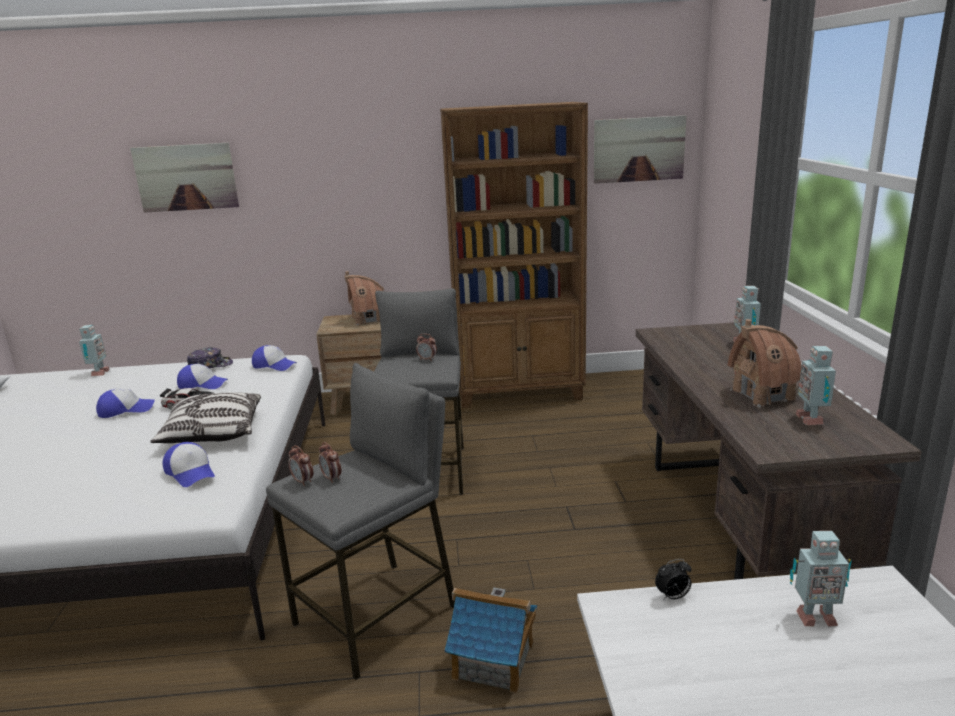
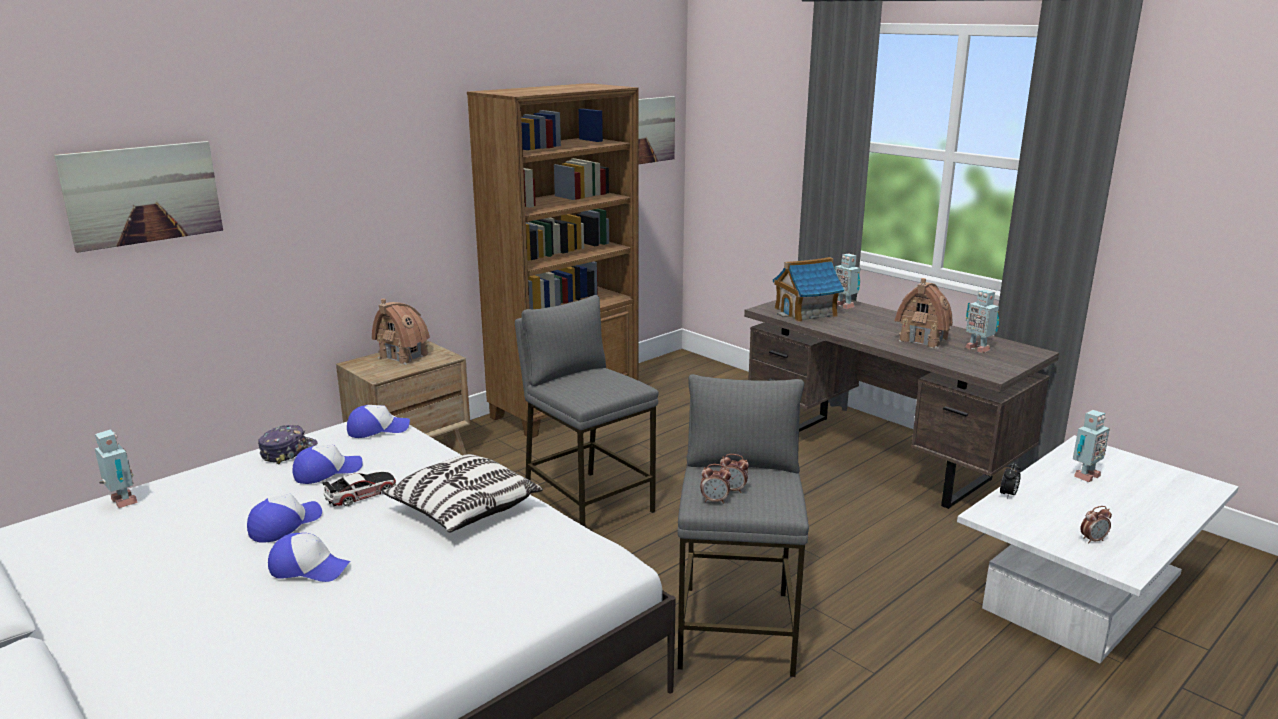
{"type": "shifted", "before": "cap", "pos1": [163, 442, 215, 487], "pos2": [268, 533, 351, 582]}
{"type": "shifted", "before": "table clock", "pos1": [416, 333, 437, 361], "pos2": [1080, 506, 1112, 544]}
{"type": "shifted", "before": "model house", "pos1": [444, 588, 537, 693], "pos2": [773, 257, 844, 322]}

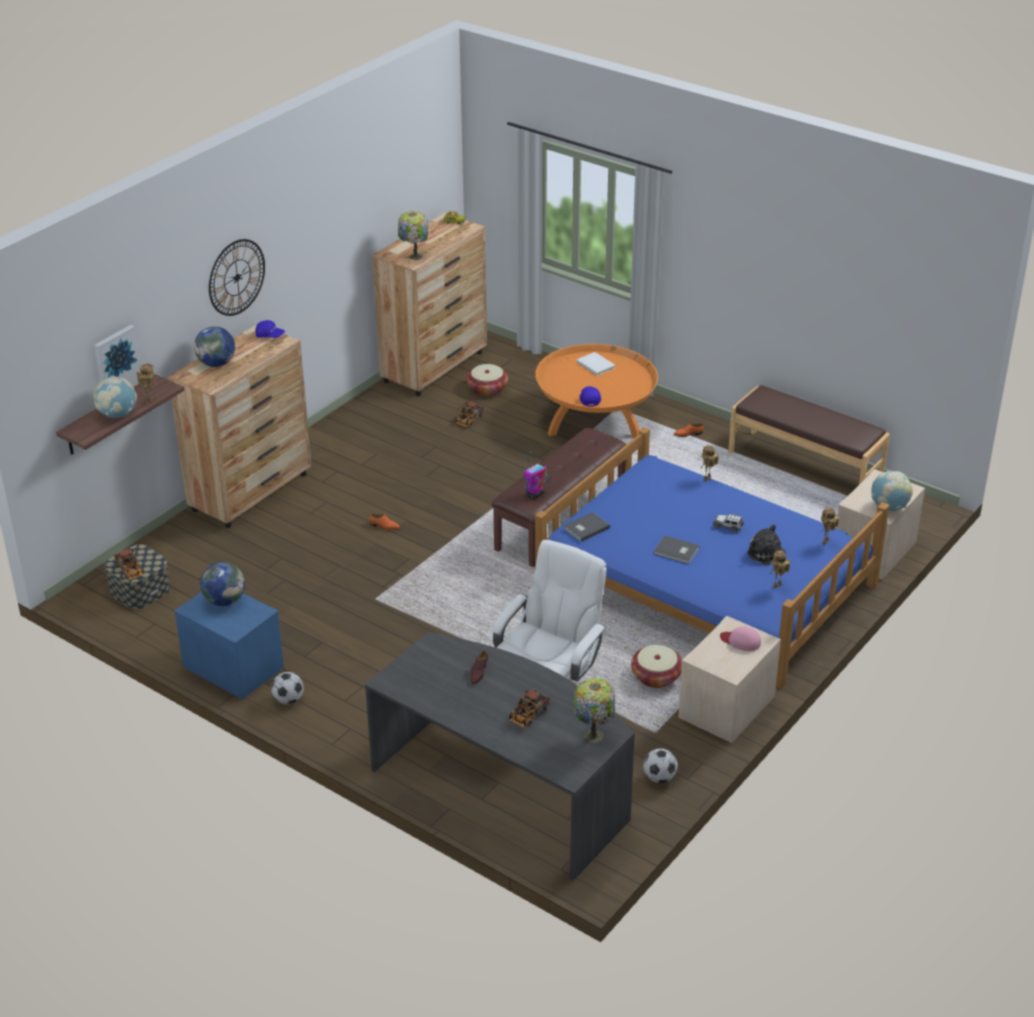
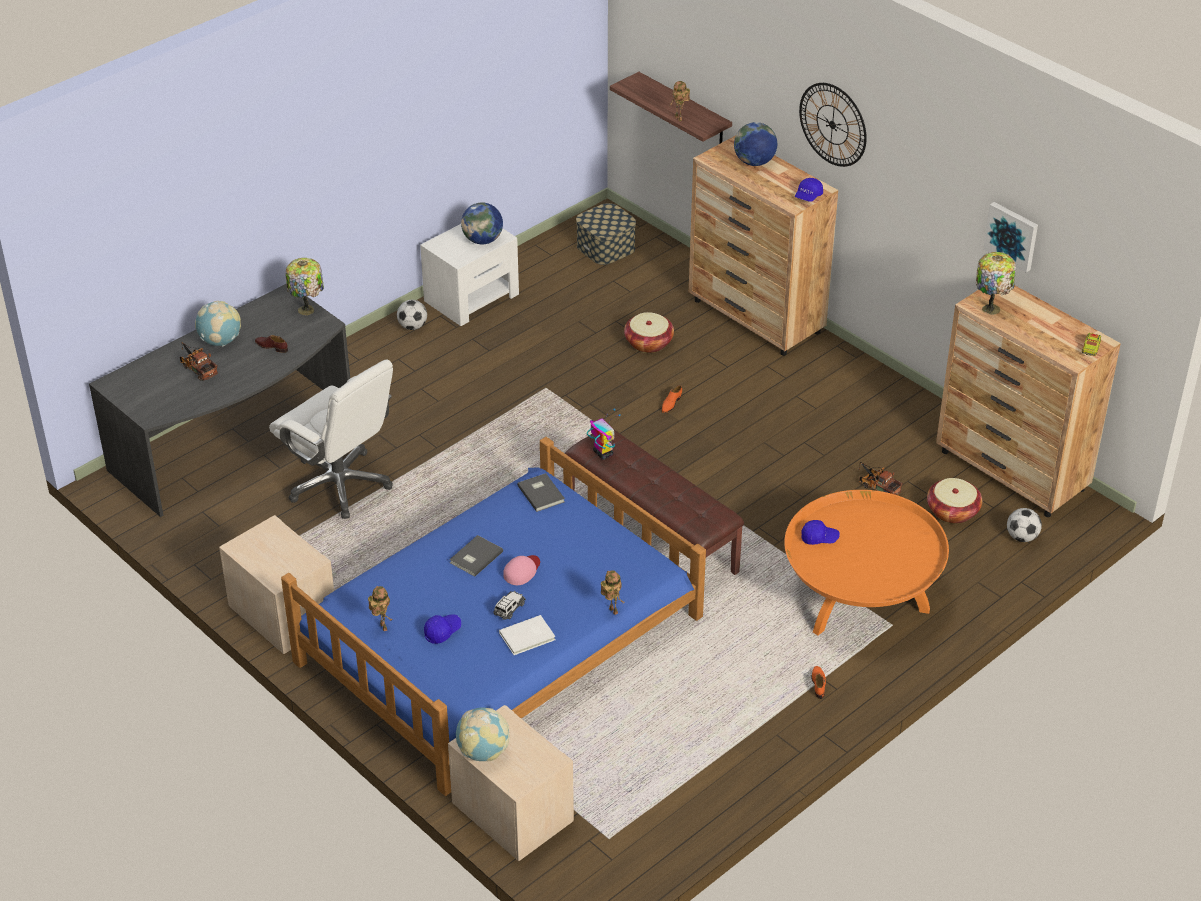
{"type": "gone", "before": "toy truck", "pos1": [114, 549, 144, 580]}
{"type": "gone", "before": "brown-coloured long seat", "pos1": [728, 385, 890, 484]}
{"type": "gone", "before": "robot figure", "pos1": [821, 507, 839, 545]}
{"type": "shifted", "before": "globe", "pos1": [93, 376, 137, 418], "pos2": [195, 301, 241, 346]}
{"type": "shifted", "before": "wall picture", "pos1": [94, 325, 141, 381], "pos2": [983, 202, 1038, 273]}
{"type": "shifted", "before": "lamp for a table", "pos1": [574, 678, 615, 743], "pos2": [285, 258, 324, 315]}
{"type": "shifted", "before": "whitish book", "pos1": [576, 352, 615, 376], "pos2": [499, 615, 556, 655]}
{"type": "shifted", "before": "basket", "pos1": [631, 645, 682, 688], "pos2": [624, 312, 674, 353]}
{"type": "shifted", "before": "ball for football", "pos1": [643, 748, 678, 783], "pos2": [1007, 508, 1042, 542]}
{"type": "shifted", "before": "pink-coloured cap", "pos1": [720, 626, 761, 651], "pos2": [503, 555, 540, 585]}
{"type": "swapped", "before": "cuddly toy", "after": "bluish cap", "pos1": [747, 524, 786, 565], "pos2": [424, 614, 461, 644]}
{"type": "repainted", "before": "bluish nightstand", "after": "whitish nightstand", "pos1": [175, 592, 284, 700], "pos2": [420, 224, 519, 326]}

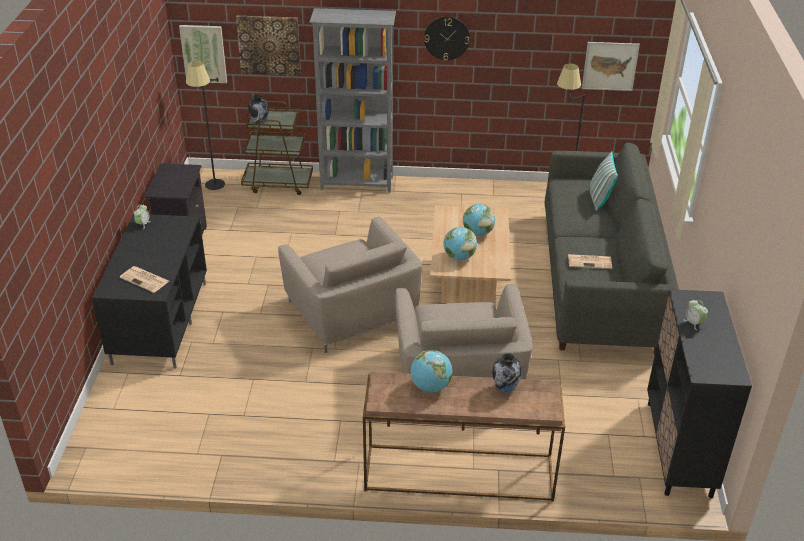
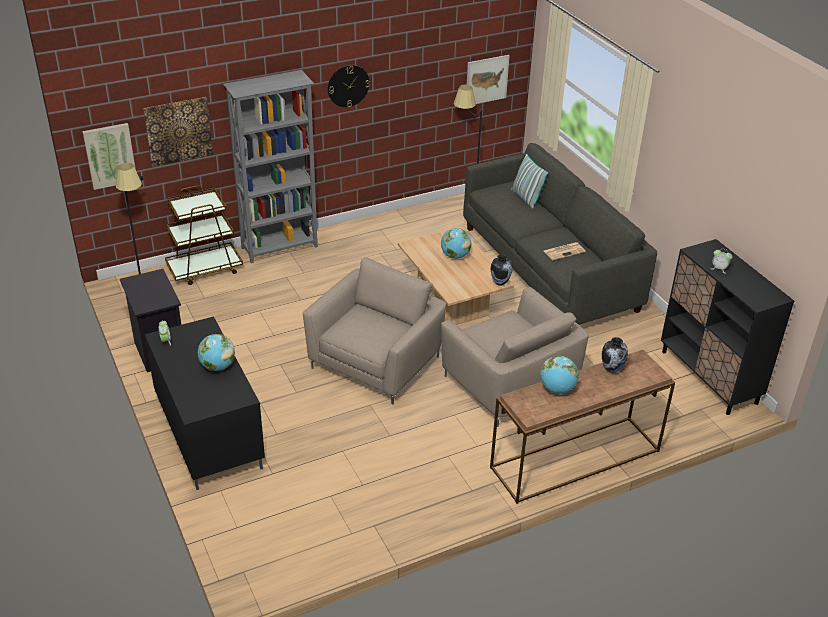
{"type": "gone", "before": "daily paper", "pos1": [120, 266, 169, 293]}
{"type": "shifted", "before": "decorative vase", "pos1": [248, 95, 269, 124], "pos2": [491, 254, 512, 286]}
{"type": "shifted", "before": "globe", "pos1": [443, 227, 477, 261], "pos2": [198, 334, 235, 371]}
{"type": "rotated", "before": "sand-coloured armchair", "pos1": [278, 216, 422, 353], "pos2": [303, 257, 446, 405], "turn": -90}

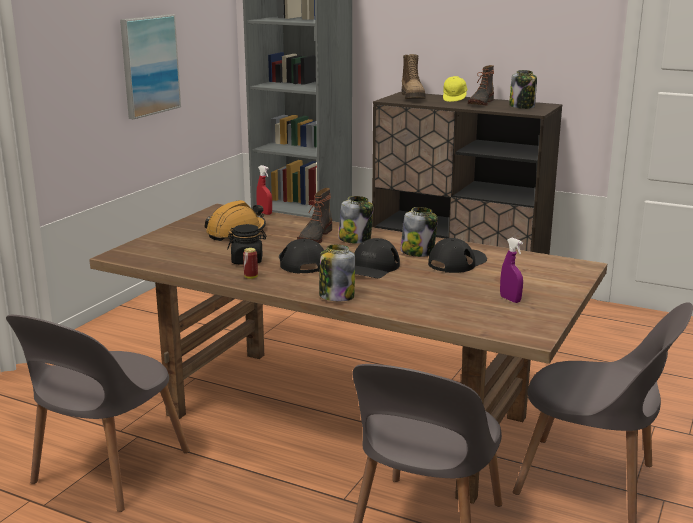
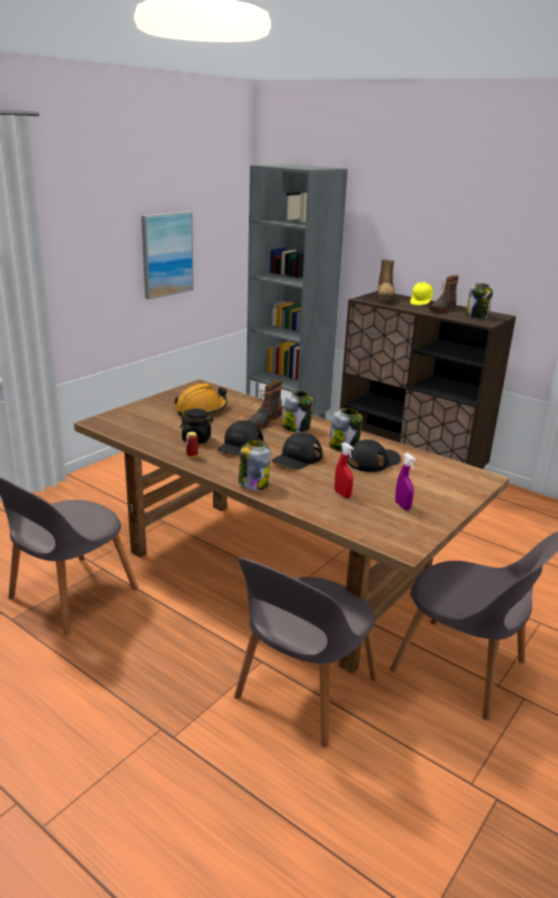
{"type": "shifted", "before": "red-coloured hand sprayer", "pos1": [256, 165, 272, 215], "pos2": [335, 443, 354, 498]}
{"type": "rotated", "before": "black-coloured cap", "pos1": [279, 239, 324, 274], "pos2": [217, 420, 264, 456], "turn": -150}

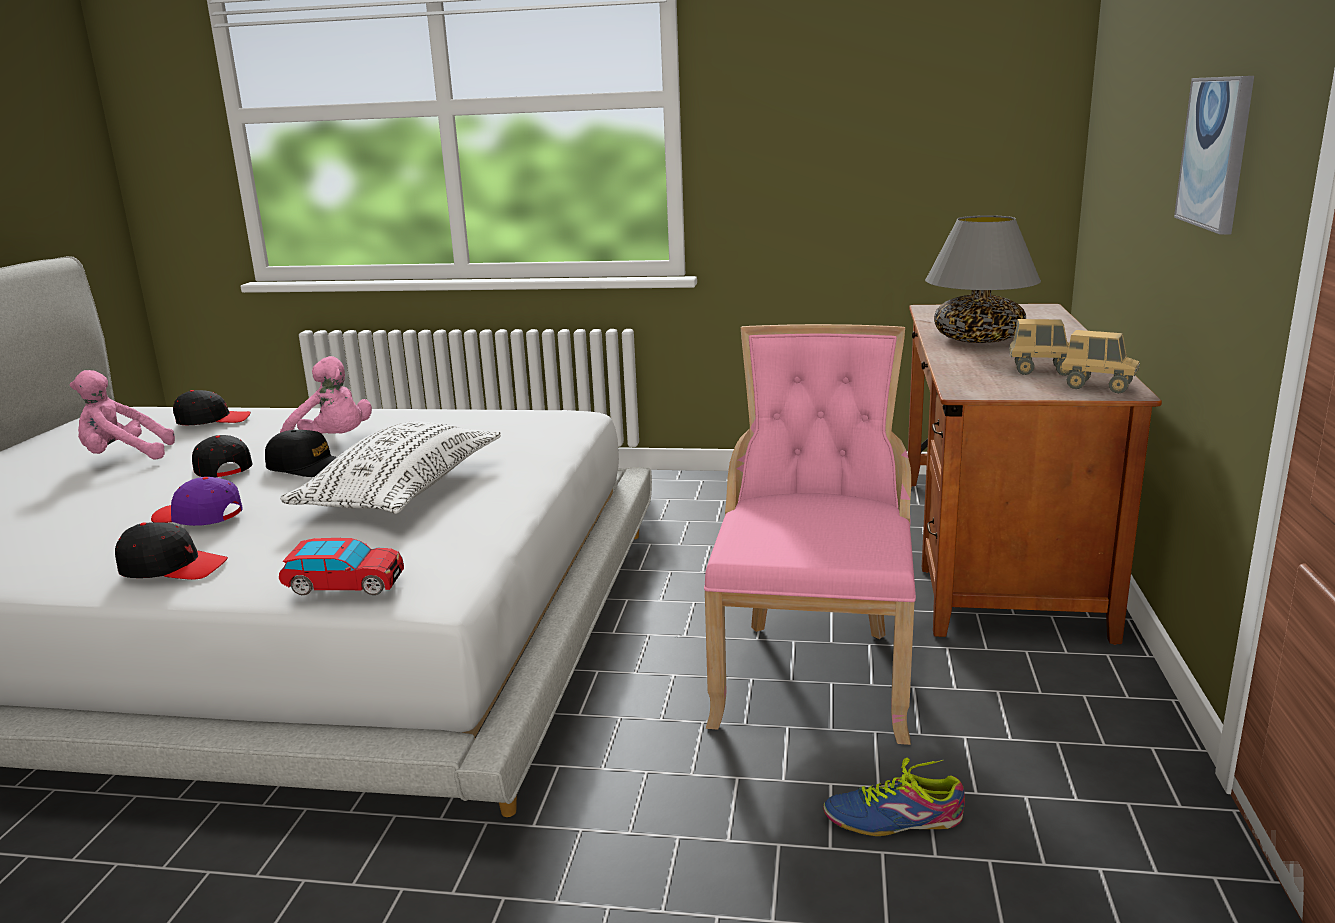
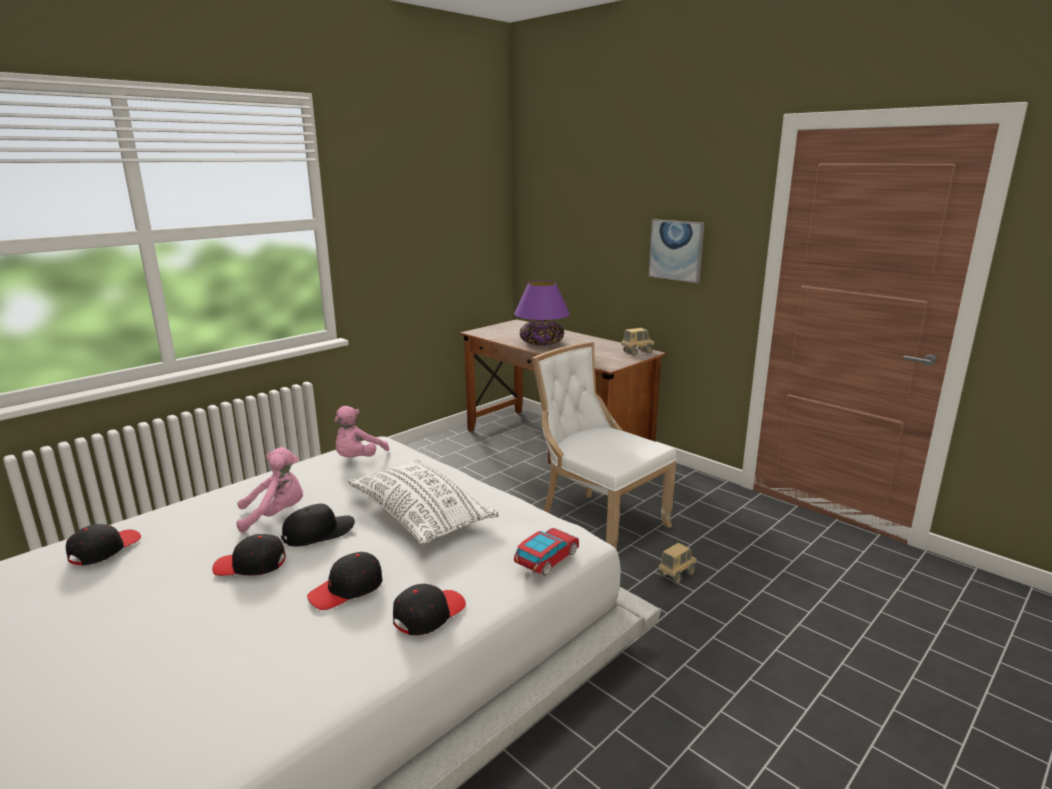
{"type": "gone", "before": "item of footwear", "pos1": [823, 758, 965, 836]}
{"type": "shifted", "before": "pink-coloured cuddly toy", "pos1": [70, 370, 175, 460], "pos2": [334, 406, 389, 458]}
{"type": "shifted", "before": "toy truck", "pos1": [1009, 319, 1072, 376], "pos2": [658, 542, 697, 584]}
{"type": "repainted", "before": "purplish cap", "after": "black-coloured cap", "pos1": [151, 477, 243, 526], "pos2": [307, 552, 382, 610]}
{"type": "repainted", "before": "pink-coloured plain chair", "after": "whitish plain chair", "pos1": [704, 324, 916, 745], "pos2": [532, 342, 677, 548]}
{"type": "repainted", "before": "grey lamp for a table", "after": "purplish lamp for a table", "pos1": [925, 215, 1041, 343], "pos2": [514, 281, 570, 345]}

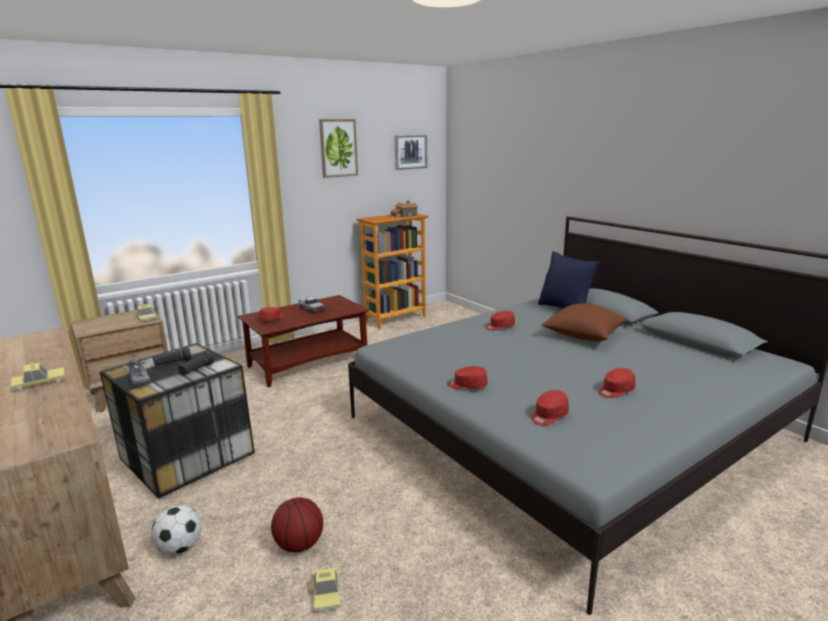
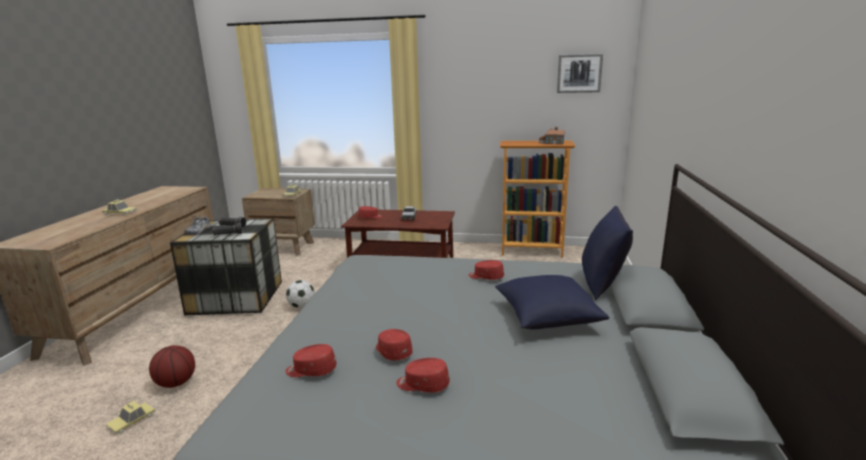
{"type": "gone", "before": "wall picture", "pos1": [319, 119, 358, 178]}
{"type": "shifted", "before": "ball for football", "pos1": [151, 505, 202, 554], "pos2": [286, 280, 315, 308]}
{"type": "shifted", "before": "red-coloured cap", "pos1": [447, 366, 488, 389], "pos2": [376, 329, 413, 360]}
{"type": "repainted", "before": "brown-coloured cushion", "after": "bluish cushion", "pos1": [541, 303, 628, 341], "pos2": [495, 275, 609, 329]}

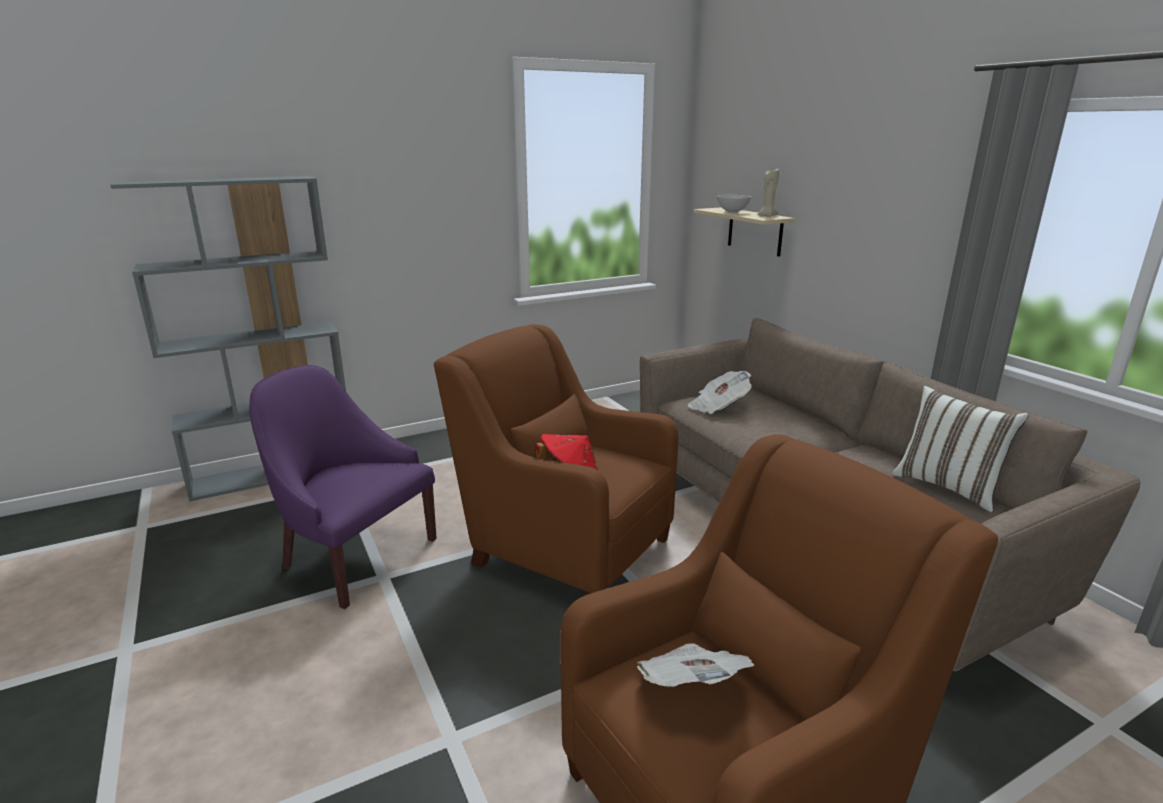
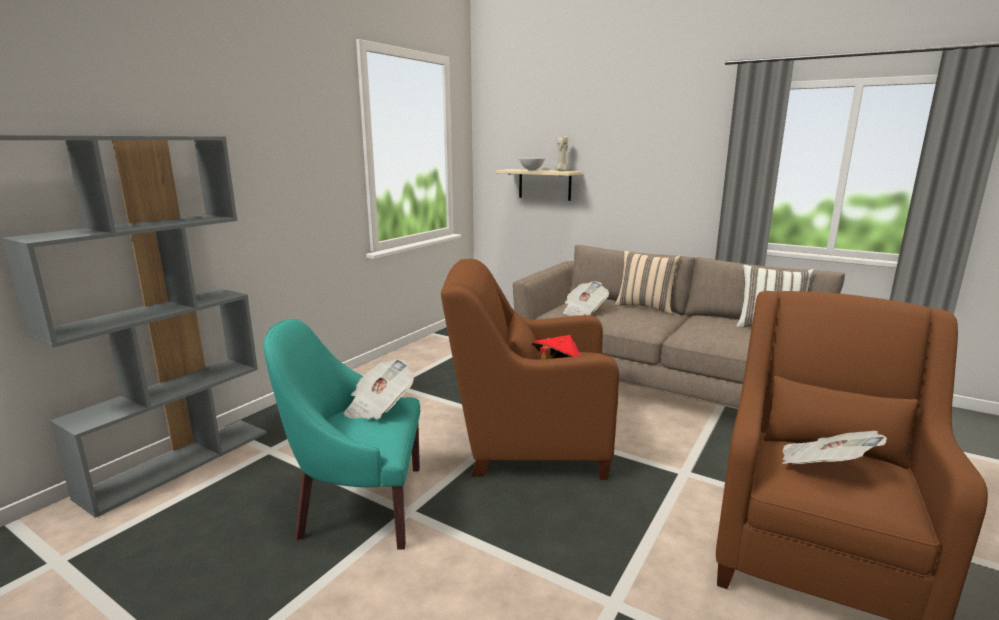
{"type": "new", "after": "daily paper", "pos2": [344, 359, 414, 419]}
{"type": "new", "after": "sand-coloured cushion", "pos2": [614, 250, 681, 314]}
{"type": "repainted", "before": "purplish armchair", "after": "turquoise-coloured armchair", "pos1": [249, 365, 437, 609], "pos2": [264, 319, 420, 550]}

